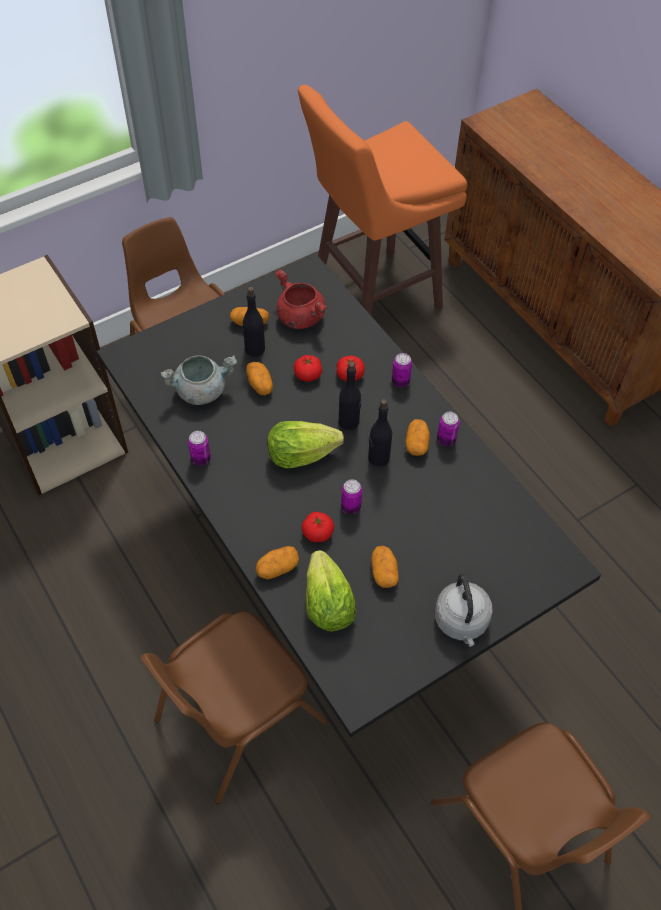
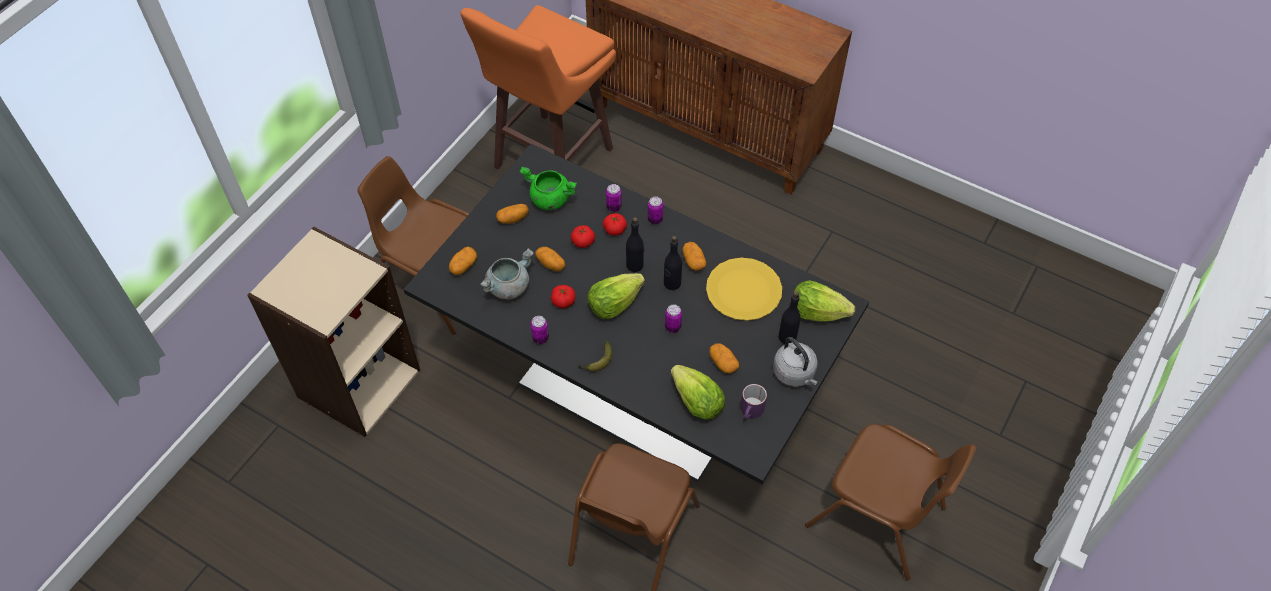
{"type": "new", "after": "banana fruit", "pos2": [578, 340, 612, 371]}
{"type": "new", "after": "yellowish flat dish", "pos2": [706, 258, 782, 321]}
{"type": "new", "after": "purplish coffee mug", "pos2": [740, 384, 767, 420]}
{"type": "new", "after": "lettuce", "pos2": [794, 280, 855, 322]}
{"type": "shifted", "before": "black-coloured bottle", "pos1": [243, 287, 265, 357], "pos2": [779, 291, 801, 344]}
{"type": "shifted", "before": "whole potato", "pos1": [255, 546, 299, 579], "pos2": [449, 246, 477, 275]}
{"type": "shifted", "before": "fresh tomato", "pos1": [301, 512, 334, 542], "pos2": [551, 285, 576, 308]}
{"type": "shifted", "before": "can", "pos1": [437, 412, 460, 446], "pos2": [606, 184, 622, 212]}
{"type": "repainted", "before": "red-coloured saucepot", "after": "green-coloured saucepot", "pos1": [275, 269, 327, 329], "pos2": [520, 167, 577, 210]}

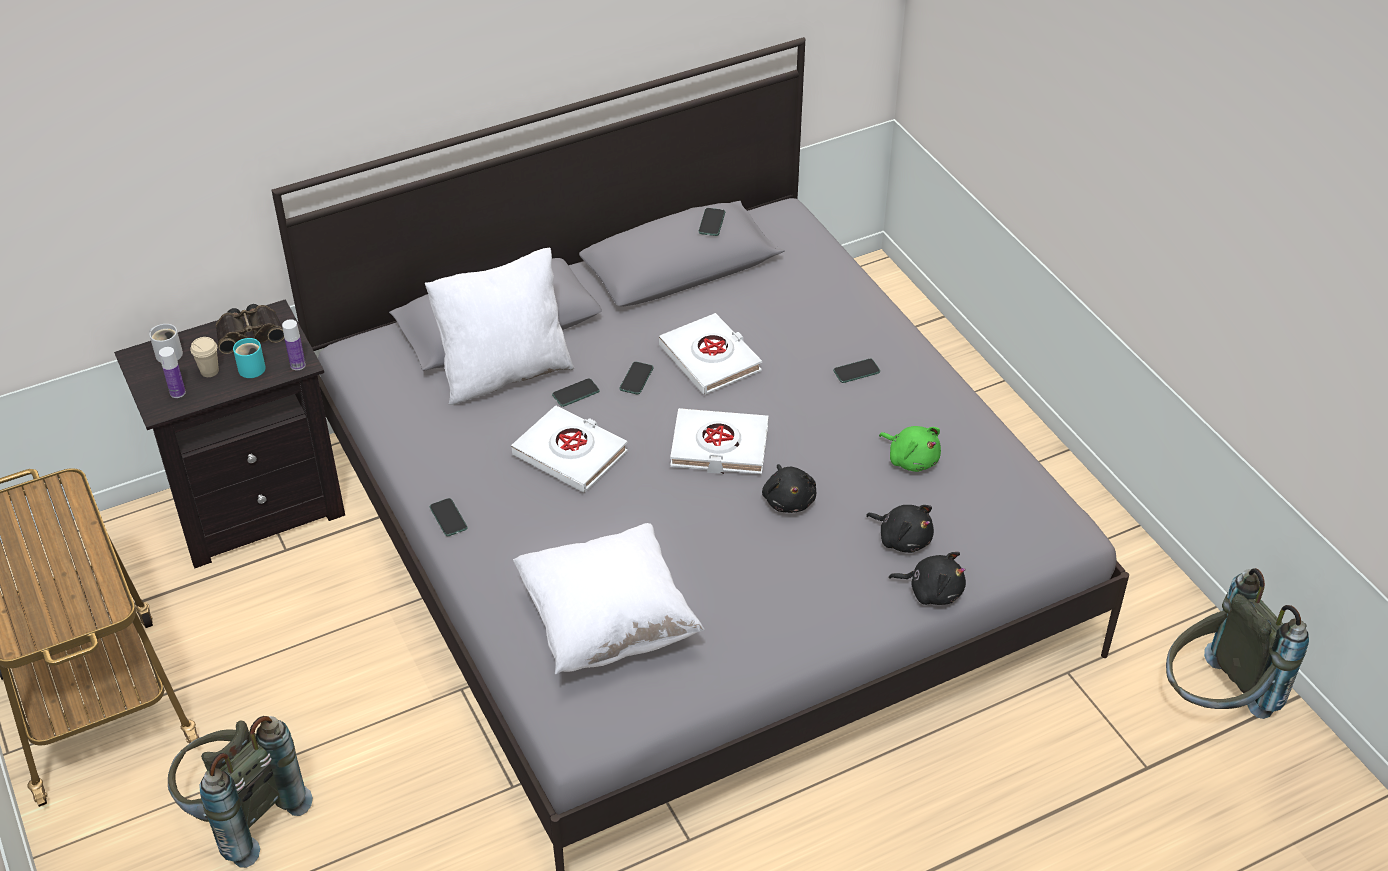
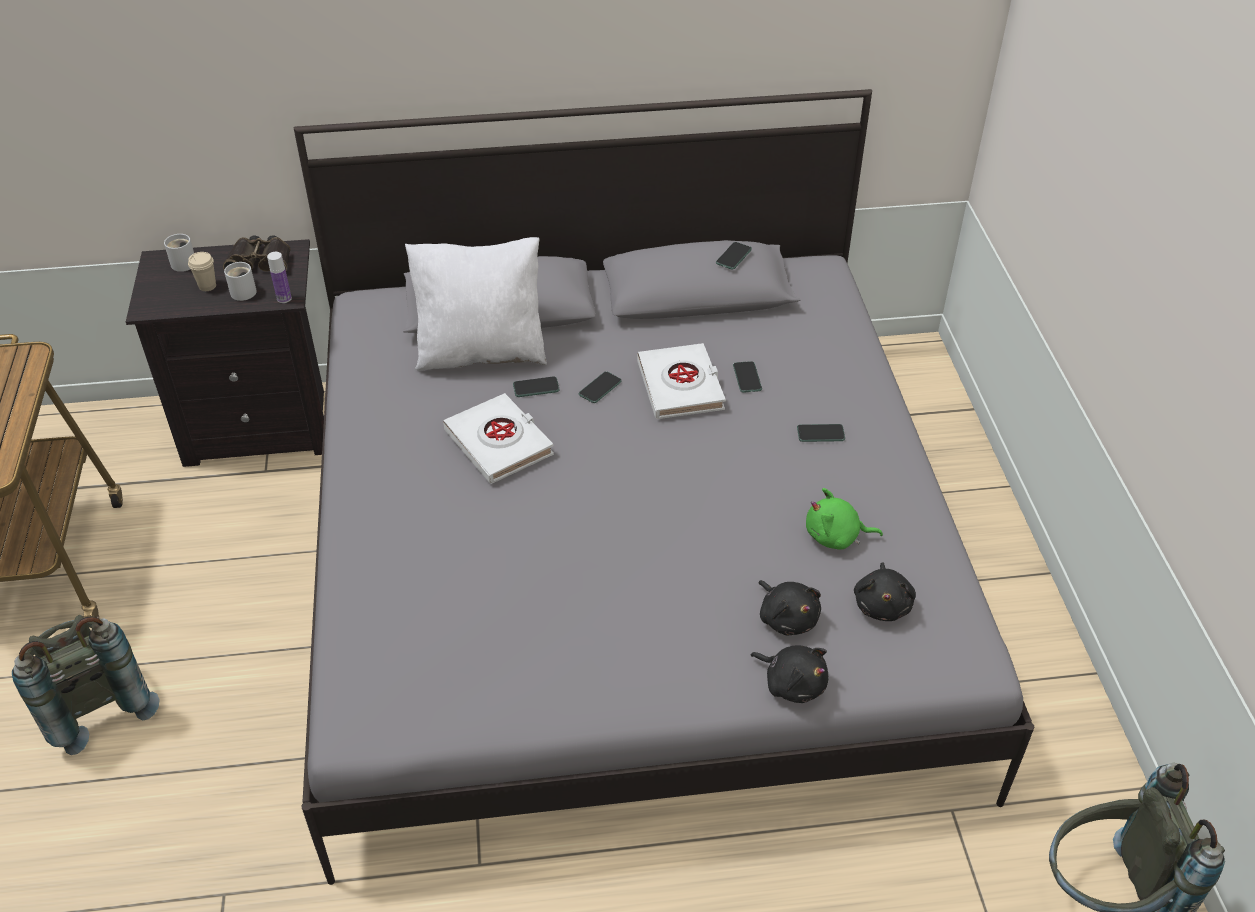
{"type": "gone", "before": "bottle", "pos1": [159, 347, 186, 398]}
{"type": "gone", "before": "whitish cushion", "pos1": [513, 523, 705, 674]}
{"type": "gone", "before": "whitish book", "pos1": [670, 408, 769, 474]}
{"type": "shifted", "before": "phone", "pos1": [430, 498, 468, 536], "pos2": [733, 361, 762, 393]}
{"type": "shifted", "before": "black-coloured cuddly toy", "pos1": [762, 464, 816, 513], "pos2": [854, 562, 916, 621]}
{"type": "repainted", "before": "turquoise-coloured coffee mug", "after": "whitish coffee mug", "pos1": [233, 338, 266, 378], "pos2": [224, 262, 257, 301]}
{"type": "rotated", "before": "green-coloured cuddly toy", "pos1": [879, 426, 941, 472], "pos2": [806, 488, 883, 550], "turn": 120}

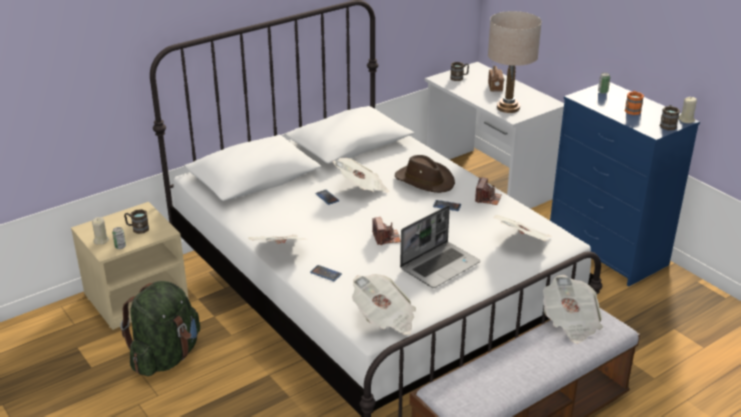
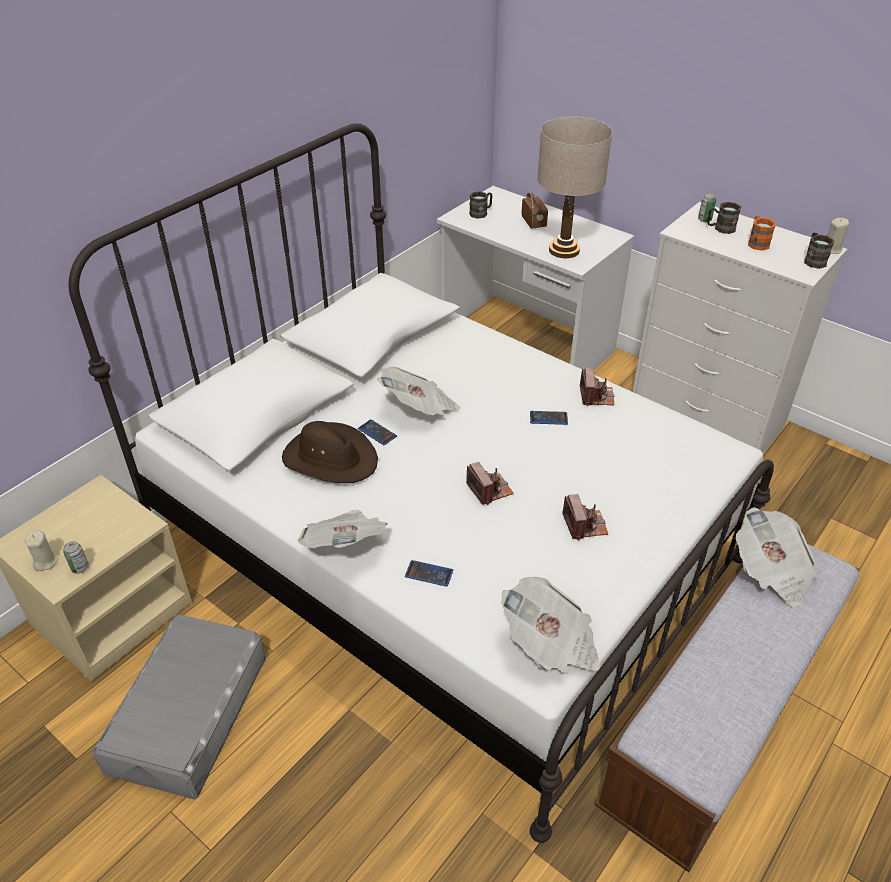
{"type": "gone", "before": "daily paper", "pos1": [494, 215, 551, 242]}
{"type": "shifted", "before": "brown-coloured coffee mug", "pos1": [124, 209, 149, 234], "pos2": [707, 202, 741, 234]}
{"type": "shifted", "before": "brown-coloured clothing hat", "pos1": [395, 155, 455, 193], "pos2": [282, 421, 378, 483]}
{"type": "swapped", "before": "green-coloured knapsack", "after": "grey storage box", "pos1": [120, 281, 200, 376], "pos2": [92, 614, 266, 800]}
{"type": "swapped", "before": "laptop", "after": "photo camera", "pos1": [400, 205, 480, 288], "pos2": [562, 494, 608, 540]}
{"type": "repainted", "before": "bluish drawer chest", "after": "whitish drawer chest", "pos1": [550, 82, 700, 286], "pos2": [632, 202, 847, 453]}

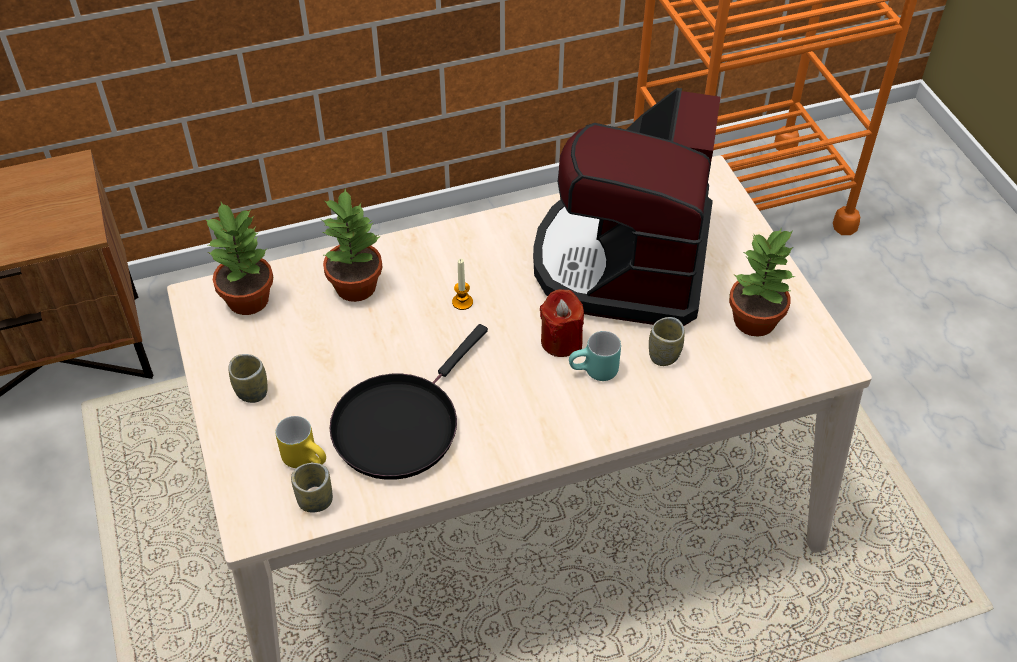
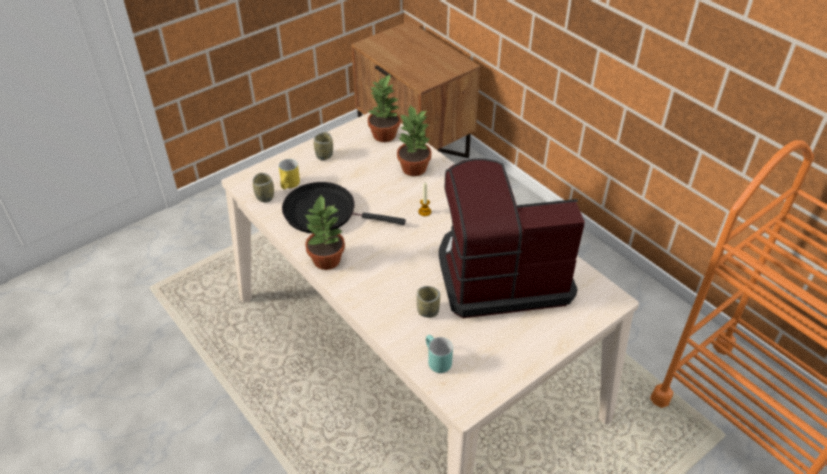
{"type": "gone", "before": "red-coloured candle", "pos1": [540, 289, 584, 357]}
{"type": "shifted", "before": "turquoise-coloured coffee mug", "pos1": [569, 331, 621, 381], "pos2": [426, 335, 453, 373]}
{"type": "shifted", "before": "houseplant", "pos1": [729, 228, 795, 337], "pos2": [304, 195, 345, 270]}

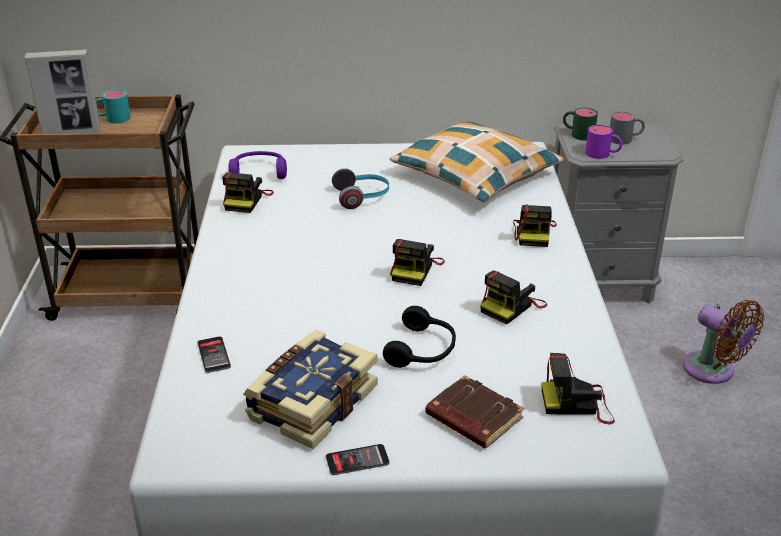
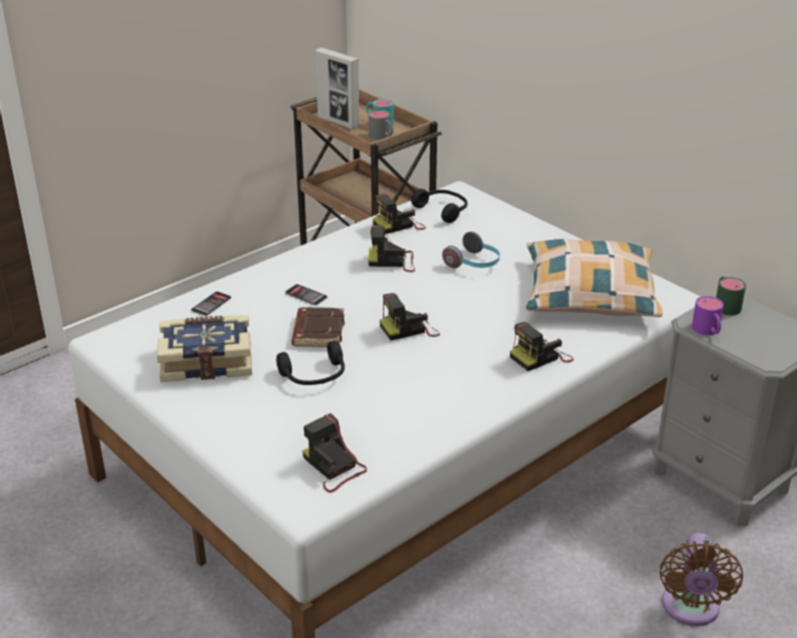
{"type": "shifted", "before": "phone", "pos1": [326, 444, 390, 475], "pos2": [285, 284, 327, 306]}
{"type": "shifted", "before": "brown-coloured book", "pos1": [426, 375, 524, 448], "pos2": [292, 307, 345, 347]}
{"type": "shifted", "before": "photo camera", "pos1": [480, 271, 547, 324], "pos2": [368, 225, 415, 272]}
{"type": "shifted", "before": "grey coffee mug", "pos1": [610, 111, 645, 145], "pos2": [368, 110, 393, 140]}
{"type": "repainted", "before": "purplish headset", "after": "black-coloured headset", "pos1": [228, 151, 287, 179], "pos2": [411, 189, 468, 223]}

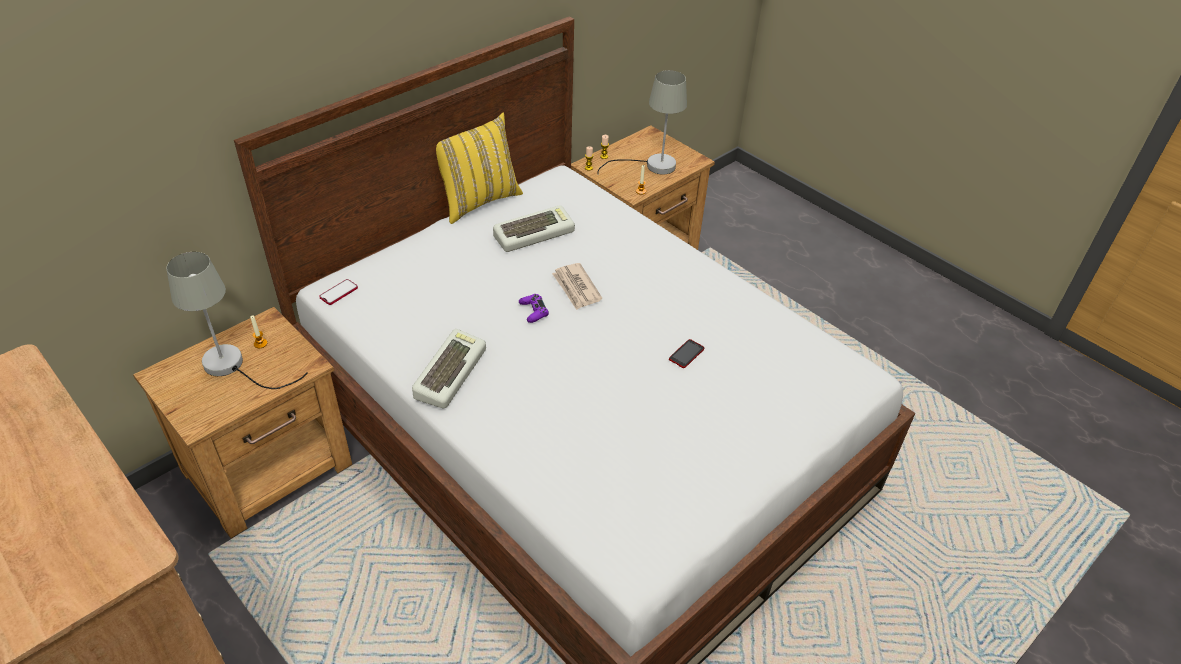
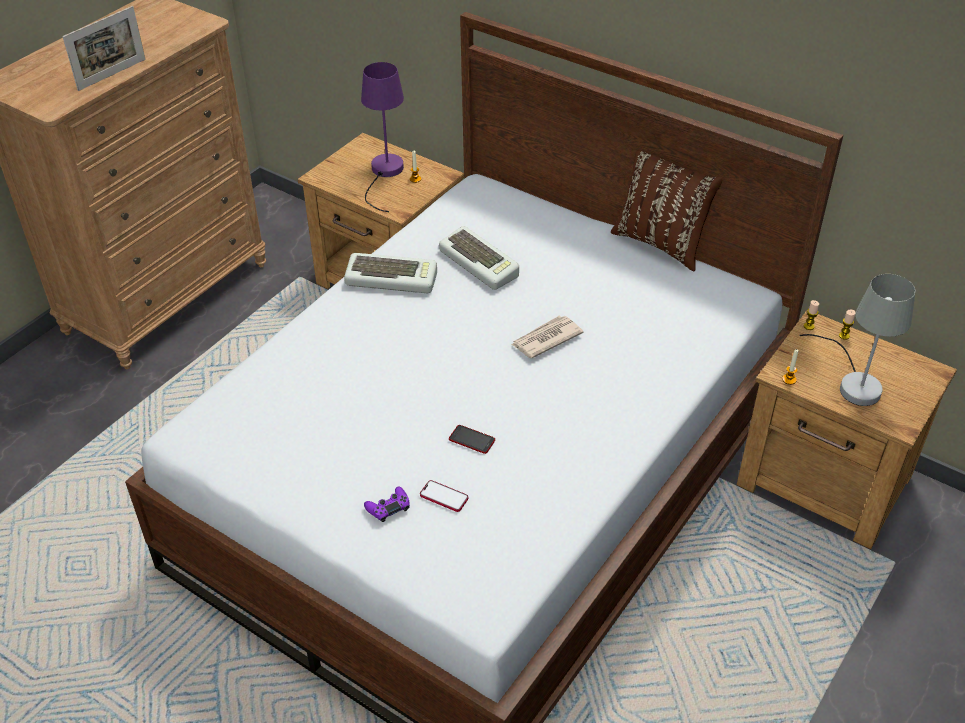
{"type": "new", "after": "standing frame", "pos2": [63, 6, 145, 91]}
{"type": "shifted", "before": "phone", "pos1": [319, 279, 358, 305], "pos2": [420, 480, 468, 512]}
{"type": "shifted", "before": "computer keyboard", "pos1": [493, 205, 575, 252], "pos2": [439, 226, 519, 290]}
{"type": "shifted", "before": "purplish joypad", "pos1": [519, 294, 549, 323], "pos2": [364, 486, 410, 522]}
{"type": "repainted", "before": "grey lamp for a table", "after": "purplish lamp for a table", "pos1": [166, 252, 308, 389], "pos2": [361, 62, 404, 212]}
{"type": "repainted", "before": "yellowish cushion", "after": "brown-coloured cushion", "pos1": [436, 113, 523, 224], "pos2": [611, 151, 722, 272]}

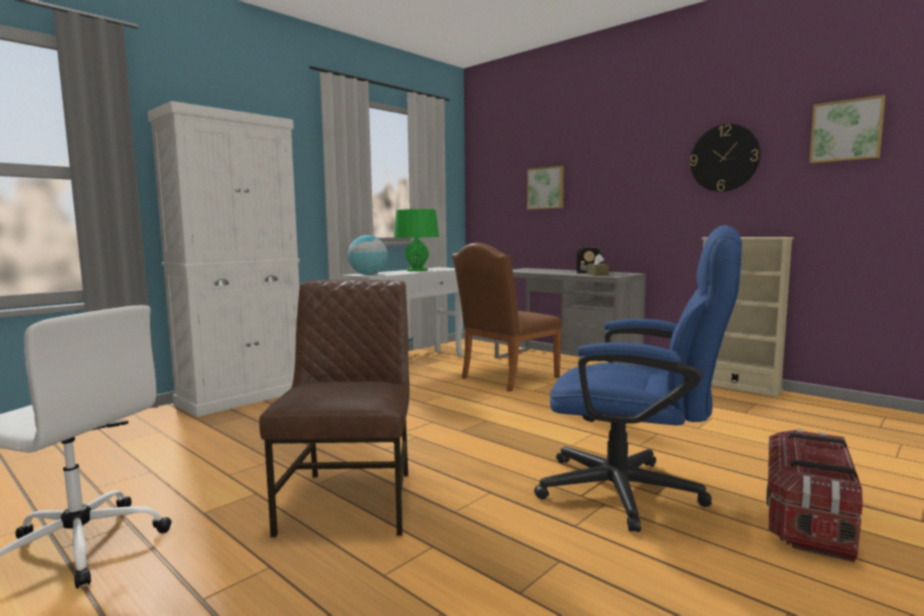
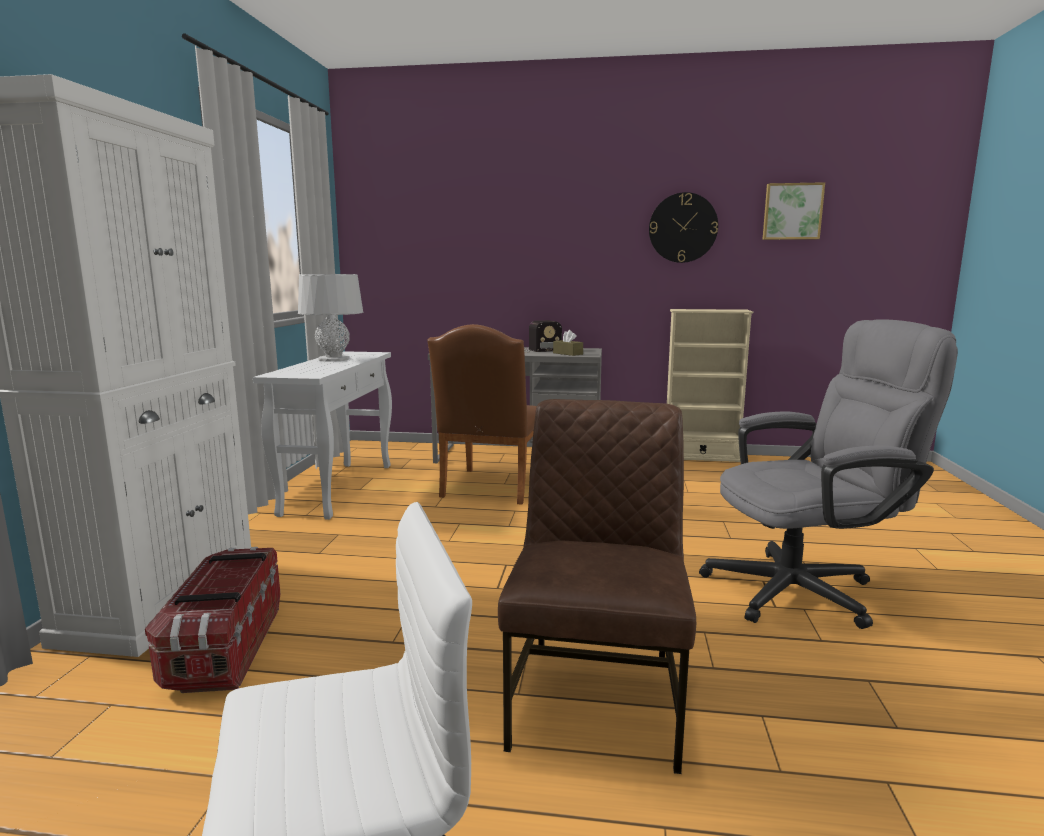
{"type": "gone", "before": "globe", "pos1": [348, 235, 388, 275]}
{"type": "gone", "before": "wall picture", "pos1": [527, 166, 564, 209]}
{"type": "shifted", "before": "storage box", "pos1": [766, 429, 863, 562], "pos2": [145, 547, 280, 693]}
{"type": "repainted", "before": "green-coloured lamp for a table", "after": "grey lamp for a table", "pos1": [394, 209, 439, 271], "pos2": [298, 274, 364, 362]}
{"type": "repainted", "before": "bluish desk chair", "after": "grey desk chair", "pos1": [534, 225, 742, 532], "pos2": [699, 319, 958, 629]}
{"type": "rotated", "before": "brown-coloured plain chair", "pos1": [259, 280, 410, 537], "pos2": [498, 399, 696, 774], "turn": 45}

